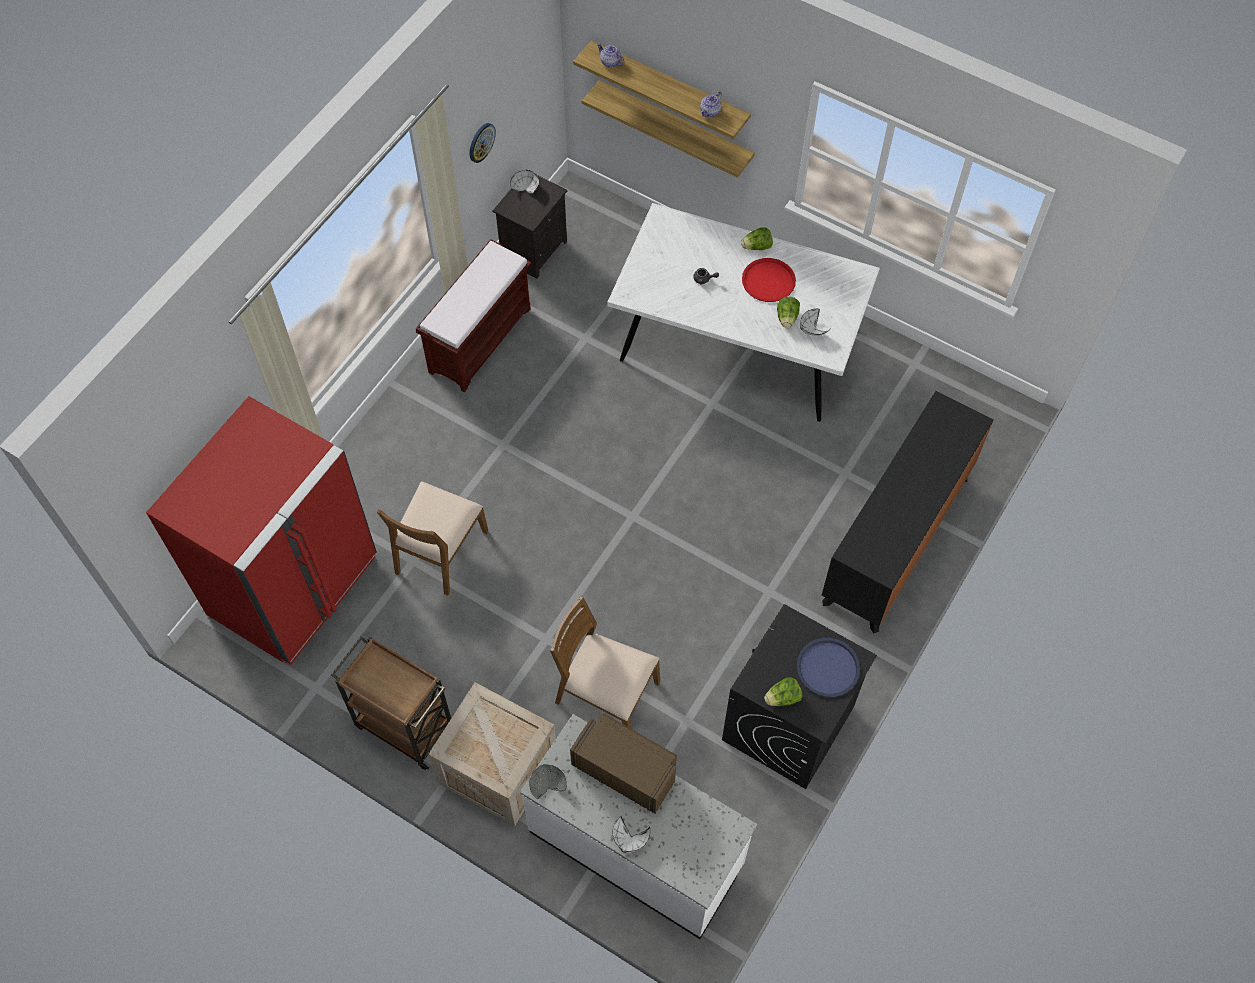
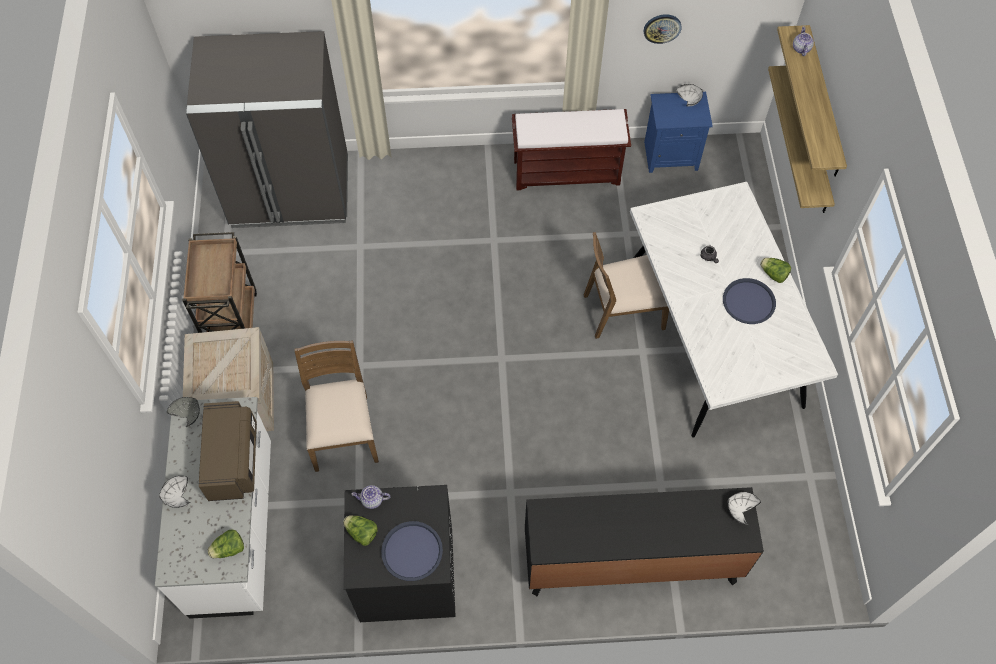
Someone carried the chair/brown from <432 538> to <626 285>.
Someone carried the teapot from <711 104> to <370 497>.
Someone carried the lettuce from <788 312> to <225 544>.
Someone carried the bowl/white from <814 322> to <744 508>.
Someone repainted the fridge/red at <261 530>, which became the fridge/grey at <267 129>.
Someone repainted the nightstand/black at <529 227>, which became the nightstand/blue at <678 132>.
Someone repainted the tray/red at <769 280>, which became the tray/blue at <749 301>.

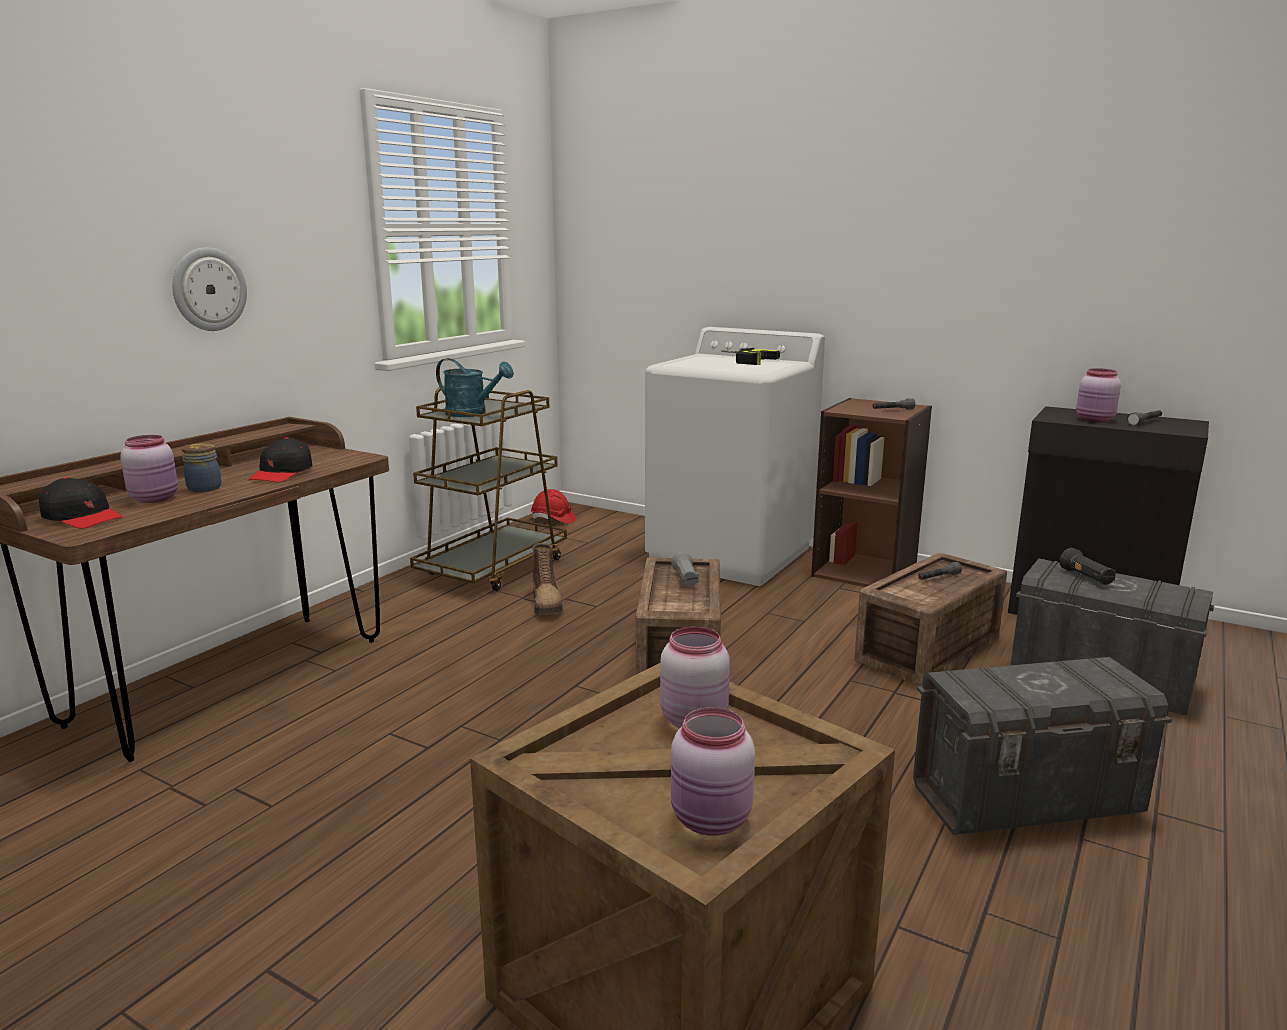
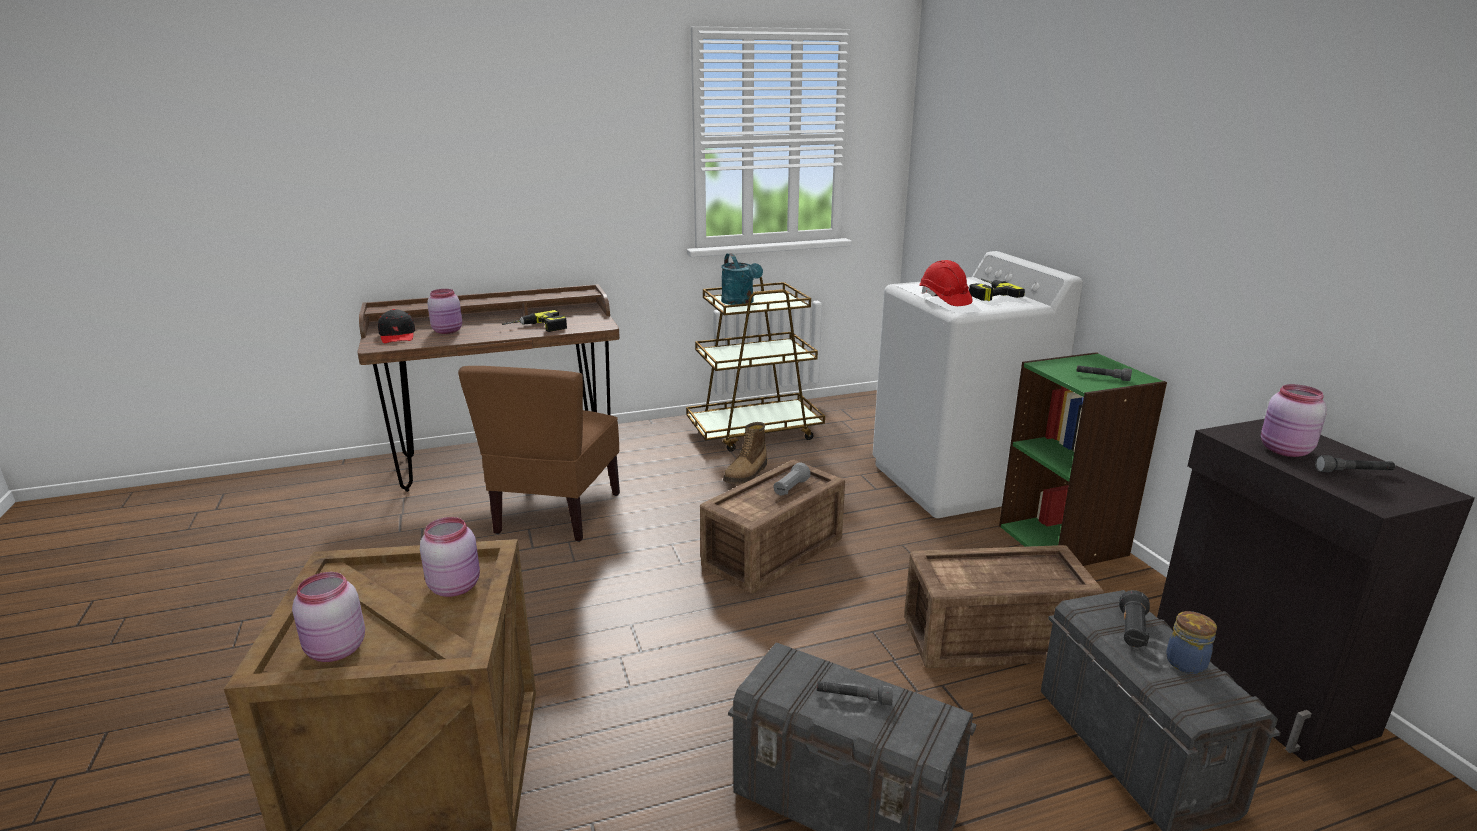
Someone took away the wall clock at <209 289>.
Someone put down the chair/brown at <539 454>.
Someone carried the jar from <201 467> to <1191 642>.
Someone carried the hard hat/red from <553 506> to <946 283>.
Someone carried the flashlight/grey from <940 571> to <855 693>.
Someone swapped the cap/black at <281 459> for the power drill at <534 321>.
Someone repainted the bookcase/brown at <871 492>, which became the bookcase/green at <1083 459>.

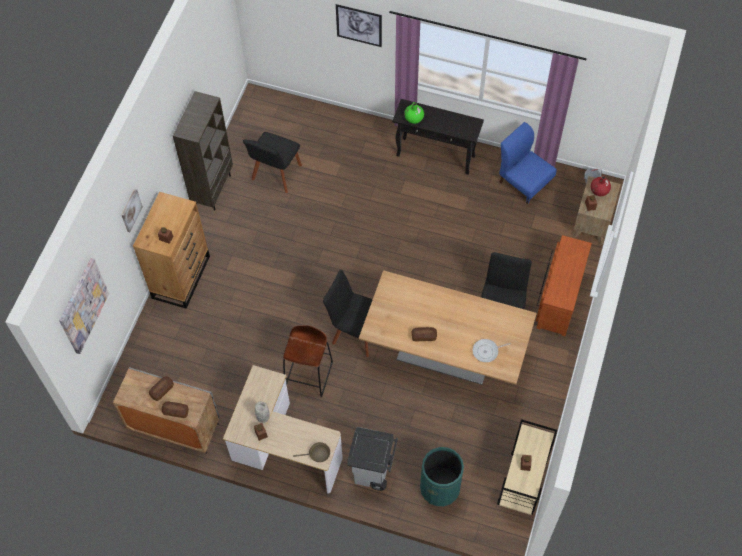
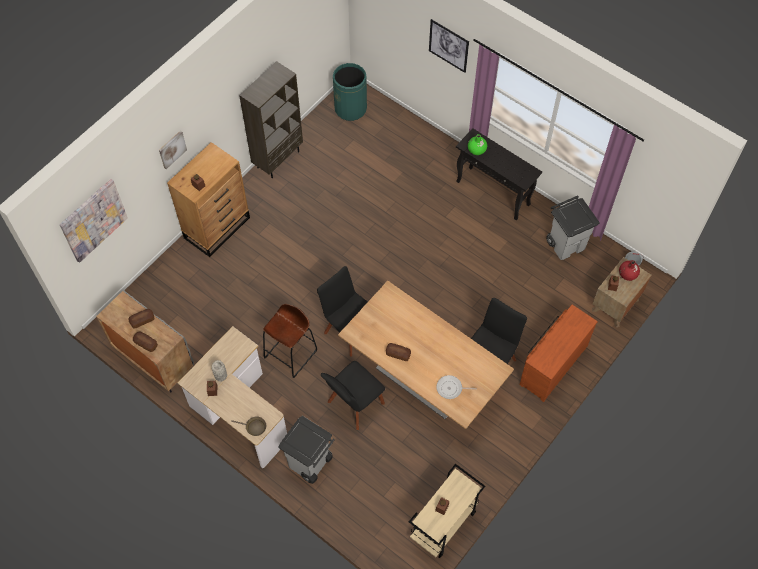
Someone carried the chair/black from <272 162> to <353 395>.
Someone carried the trash can/green from <442 476> to <350 92>.
Someone swapped the chair/blue at <528 163> for the trash can/grey at <573 228>.

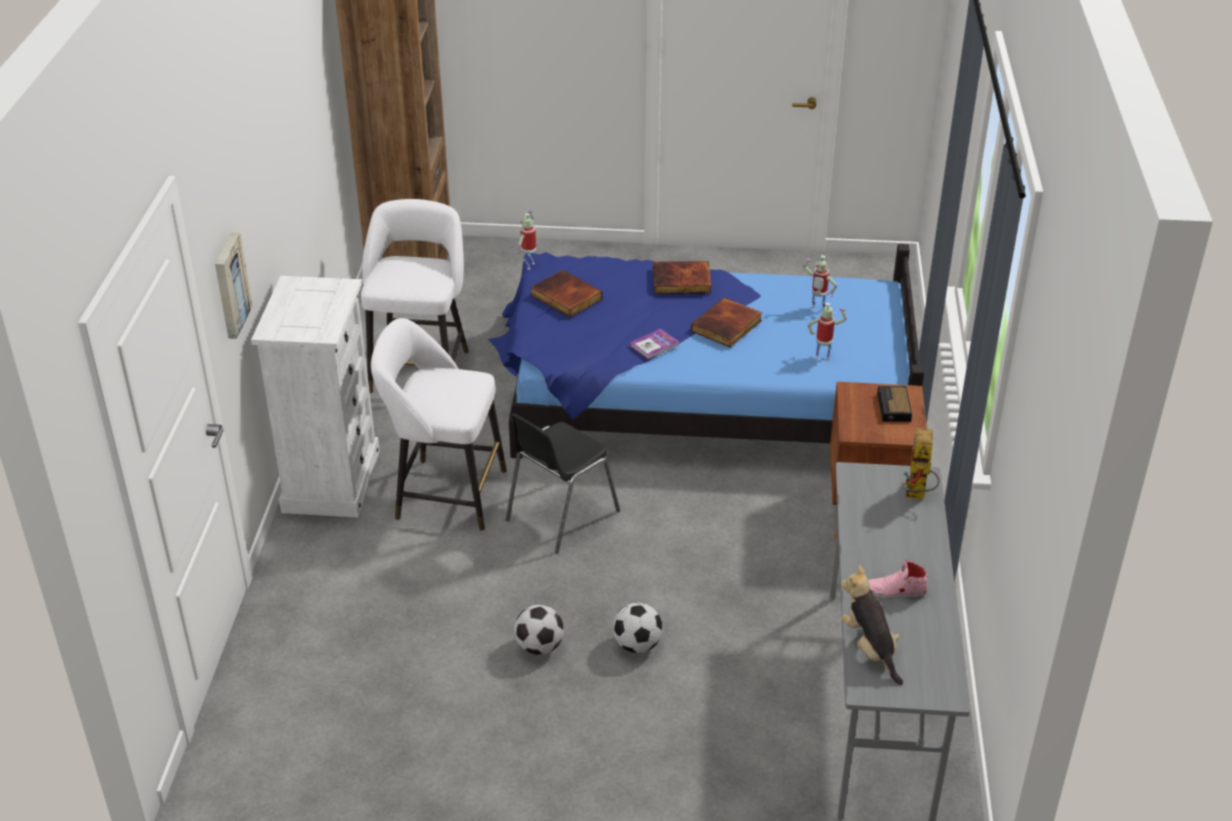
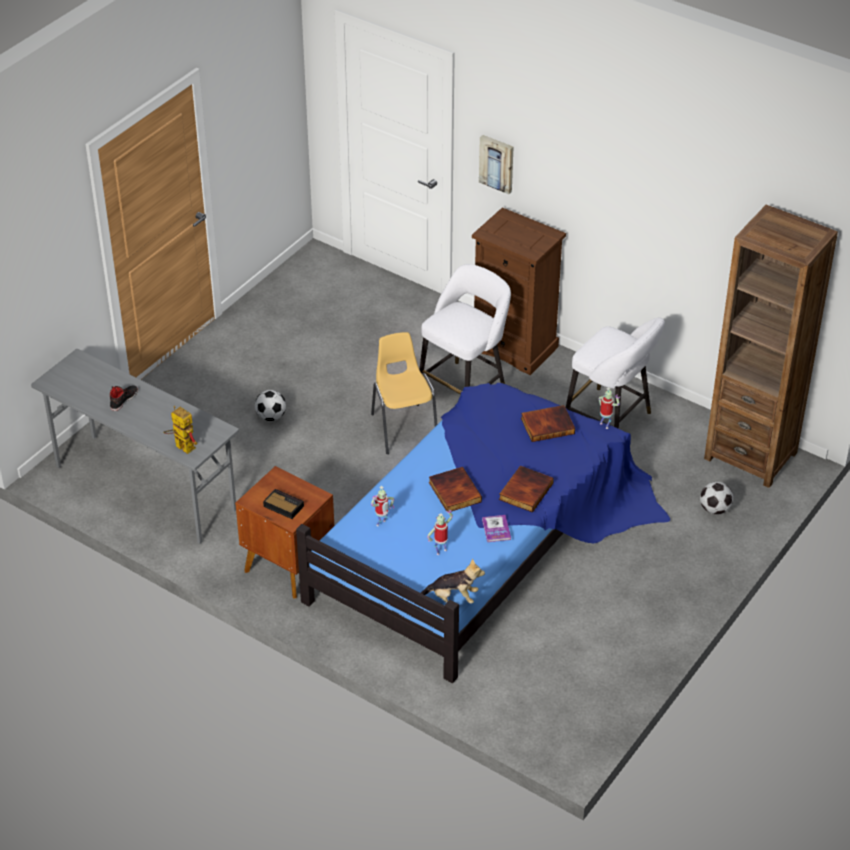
Someone carried the football from <539 630> to <716 498>.
Someone carried the book from <654 344> to <496 528>.
Someone carried the plush toy from <872 625> to <453 580>.
Someone repainted the dresser/white at <315 396>, which became the dresser/brown at <519 291>.
Someone repainted the chair/black at <563 483>, which became the chair/yellow at <404 393>.
Someone repainted the shoe/pink at <898 579>, which became the shoe/black at <124 398>.

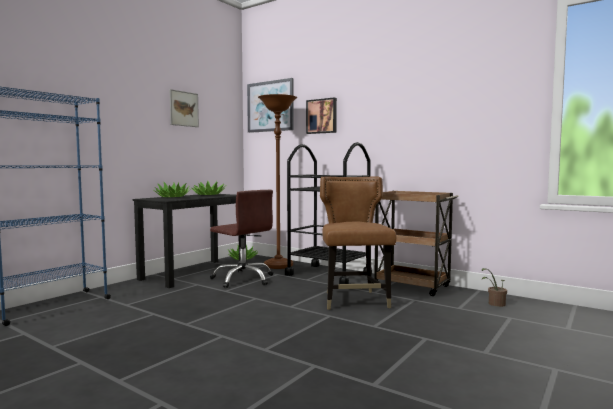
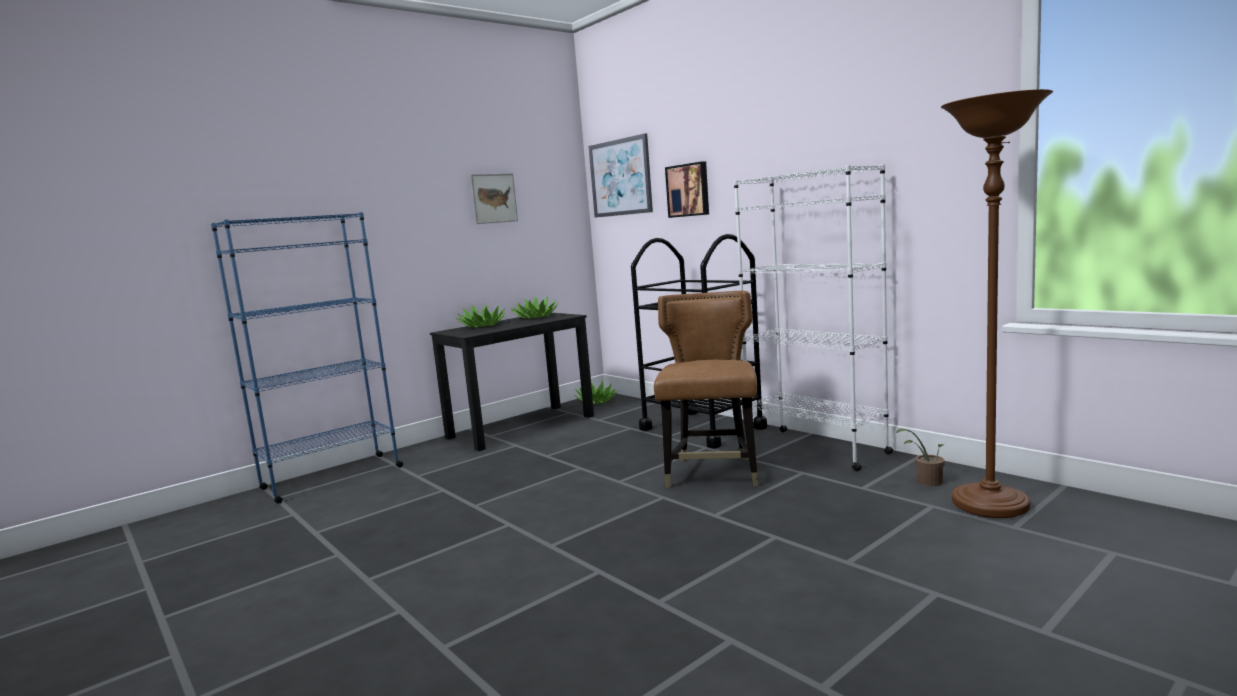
Someone took away the office chair/brown at <241 239>.
Someone carried the floor lamp/brown from <277 181> to <997 303>.
Someone swapped the cart/brown at <415 243> for the bookcase/white at <813 317>.

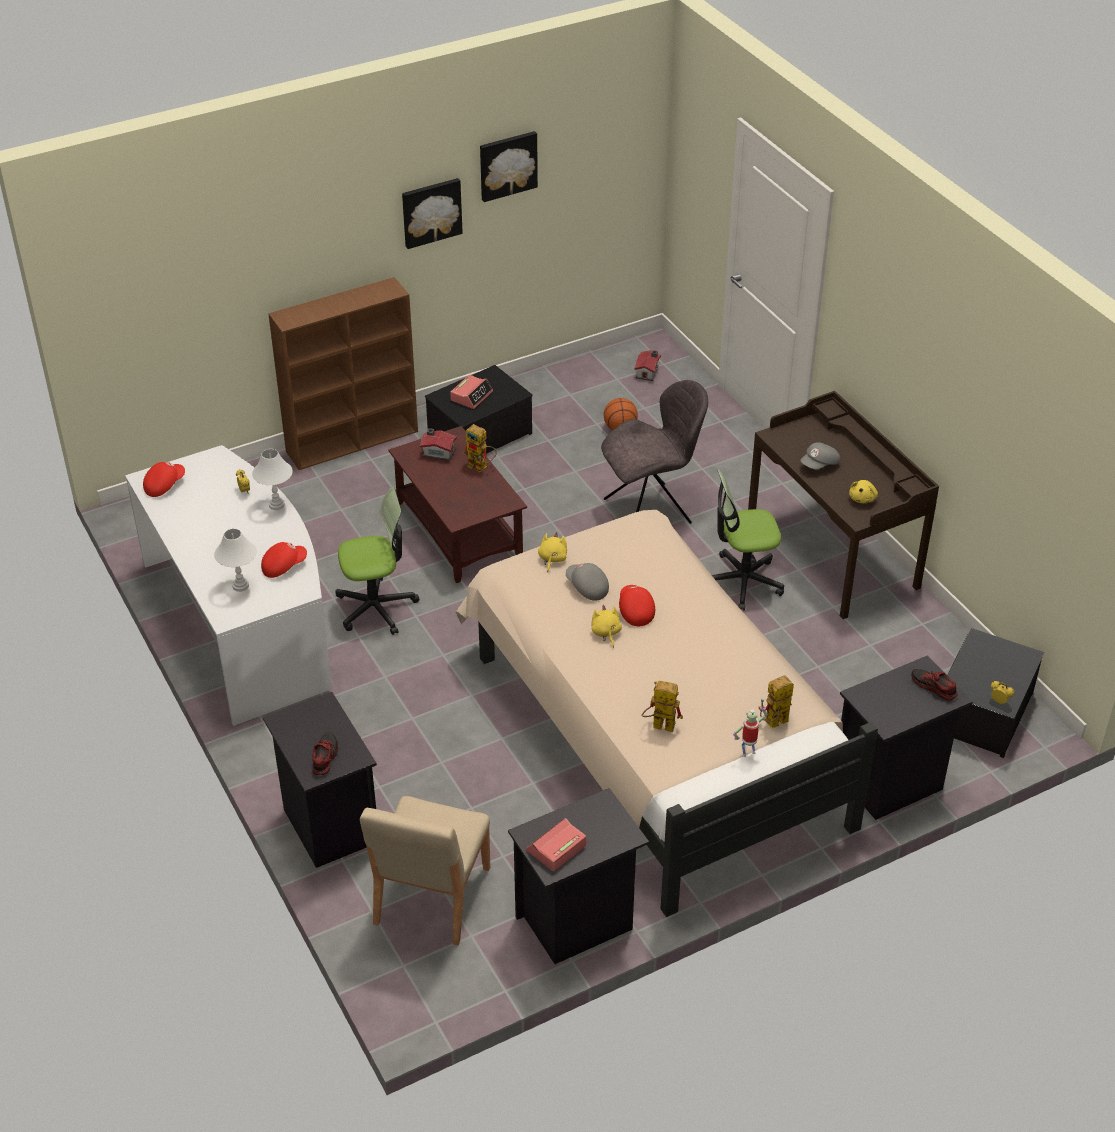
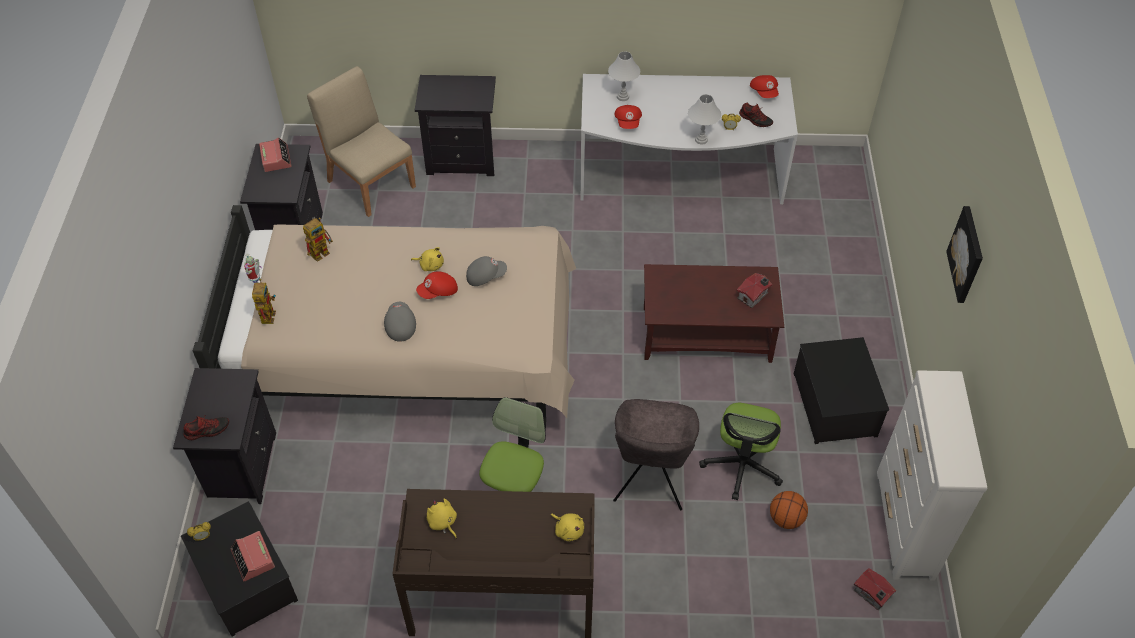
Someone took away the bookcase/brown at <343 373>.
Someone took away the toy robot at <480 448>.
Someone took away the picture at <509 166>.
Someone put down the dresser/white at <932 475>.
Someone carried the shoe from <325 753> to <756 115>.
Someone carried the office chair from <377 561> to <741 451>.
Someone carried the alarm clock from <472 392> to <253 556>.
Someone carried the plush toy/yellow from <552 552> to <567 527>.
Someone carried the cap/grey from <820 455> to <400 322>.
Someone rotated the cap/red at <637 605> by 135 degrees clockwise.

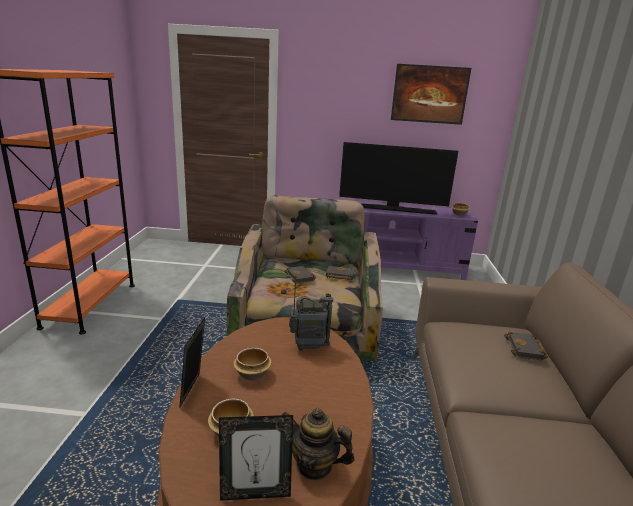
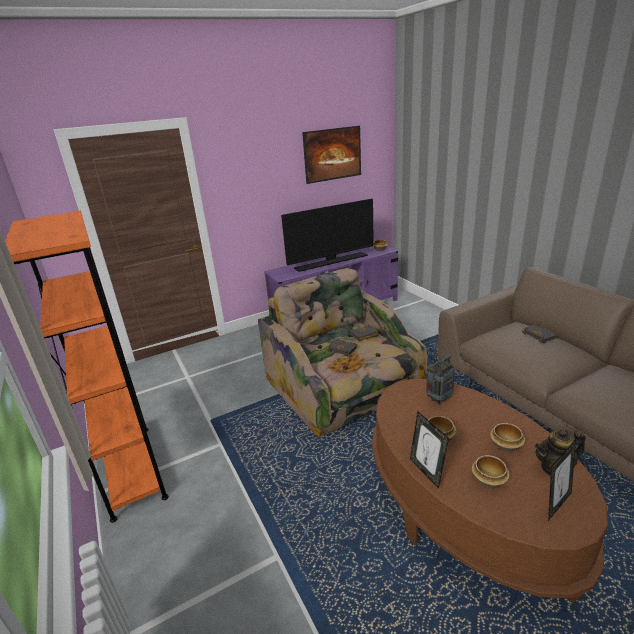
Someone put down the bowl at <507 437>.

